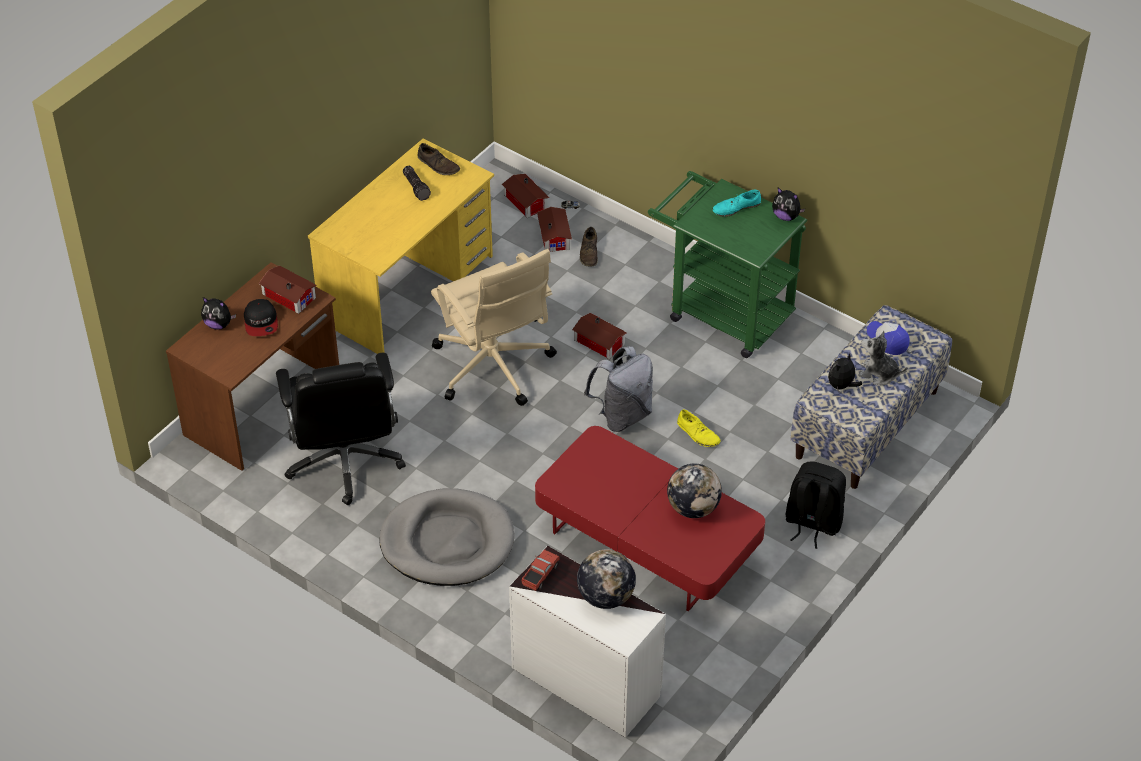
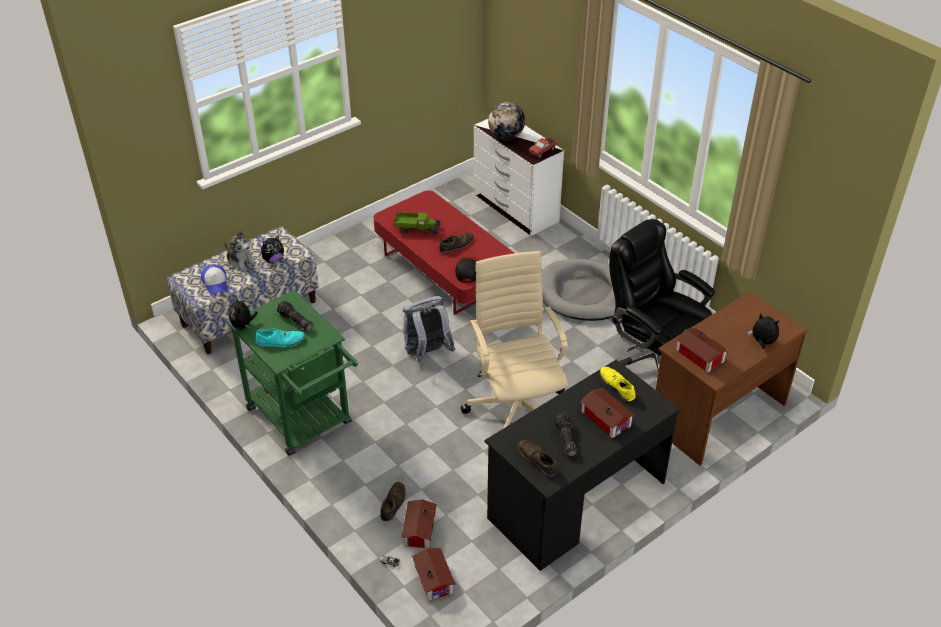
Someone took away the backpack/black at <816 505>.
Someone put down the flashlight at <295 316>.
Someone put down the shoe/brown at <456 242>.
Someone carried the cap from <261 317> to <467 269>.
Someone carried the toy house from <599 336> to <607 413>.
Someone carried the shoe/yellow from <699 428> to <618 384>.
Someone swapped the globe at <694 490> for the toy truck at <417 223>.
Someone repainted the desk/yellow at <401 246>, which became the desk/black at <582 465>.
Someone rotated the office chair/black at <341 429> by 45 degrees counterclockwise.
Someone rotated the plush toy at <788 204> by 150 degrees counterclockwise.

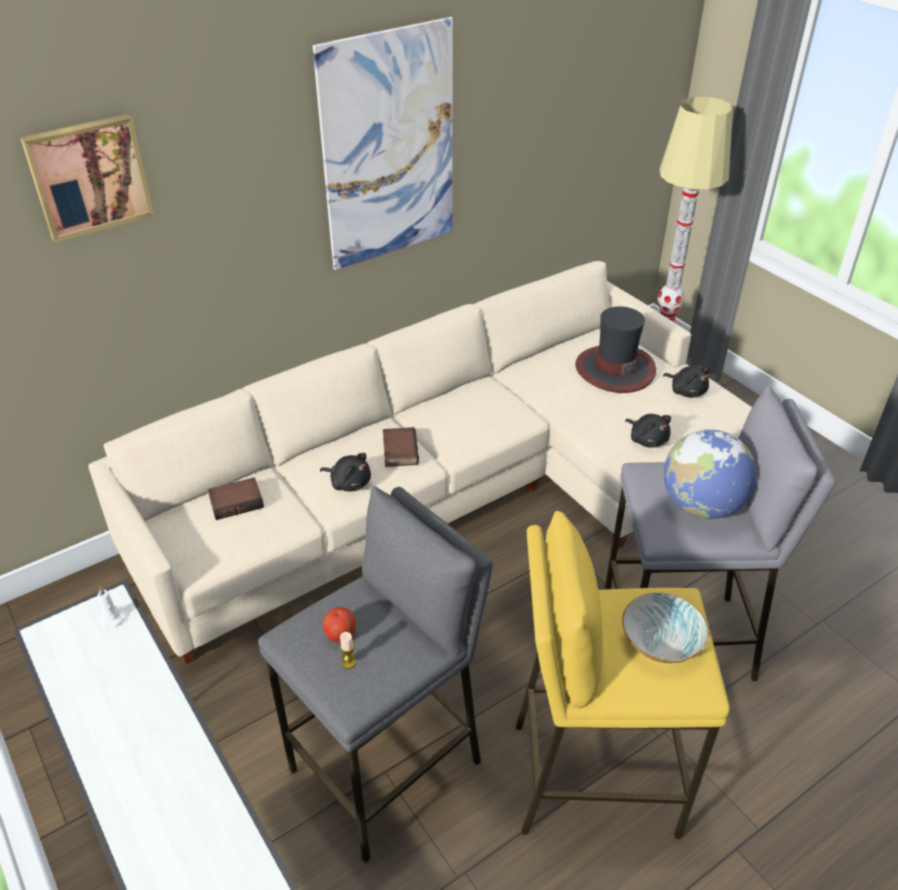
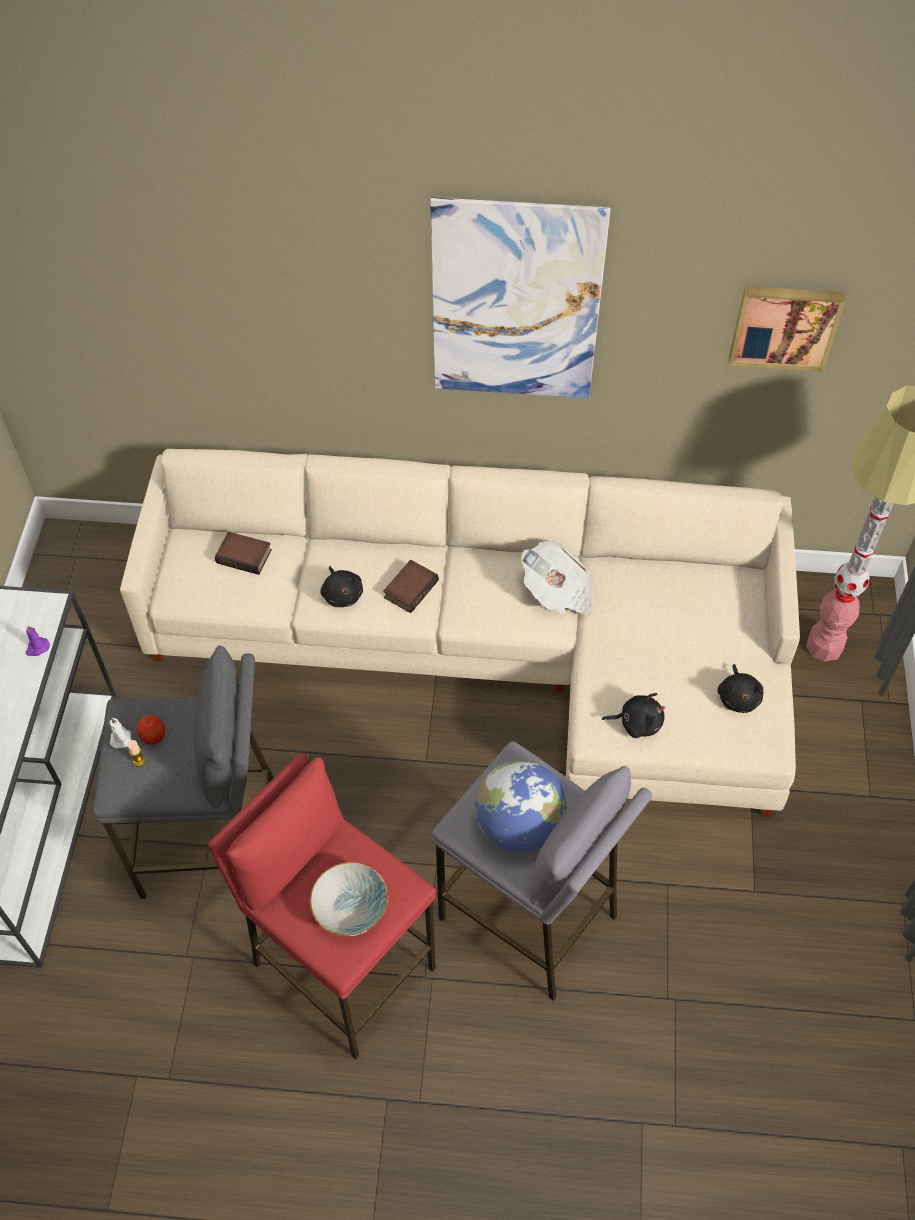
Someone took away the hat at <615 350>.
Someone put down the candle/purple at <38 640>.
Someone put down the newspaper at <556 578>.
Someone carried the picture from <87 178> to <787 329>.
Someone carried the candle/white from <112 607> to <120 733>.
Someone repainted the stool/yellow at <623 675>, which became the stool/red at <322 906>.
Someone rotated the plush toy/black at <648 431> by 90 degrees counterclockwise.

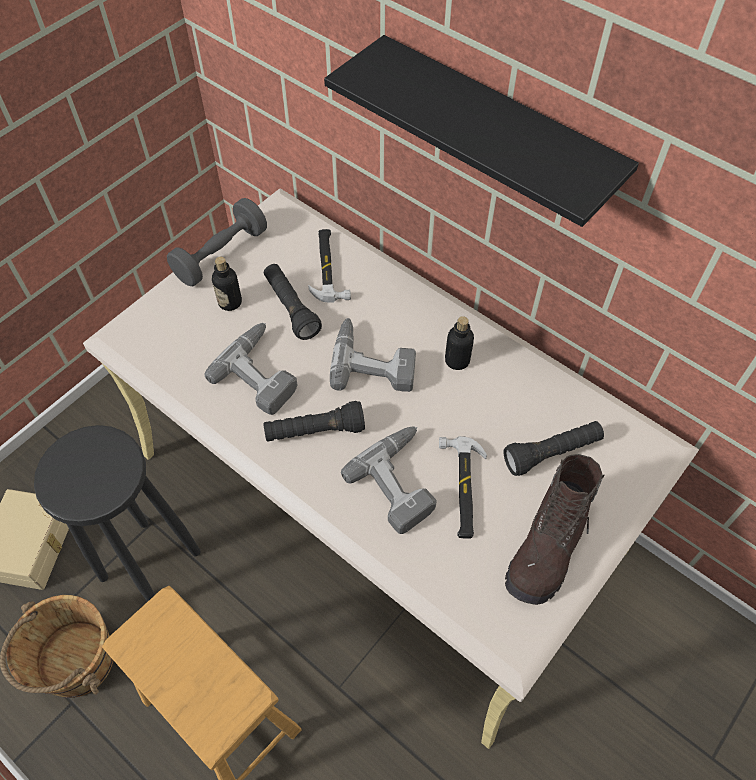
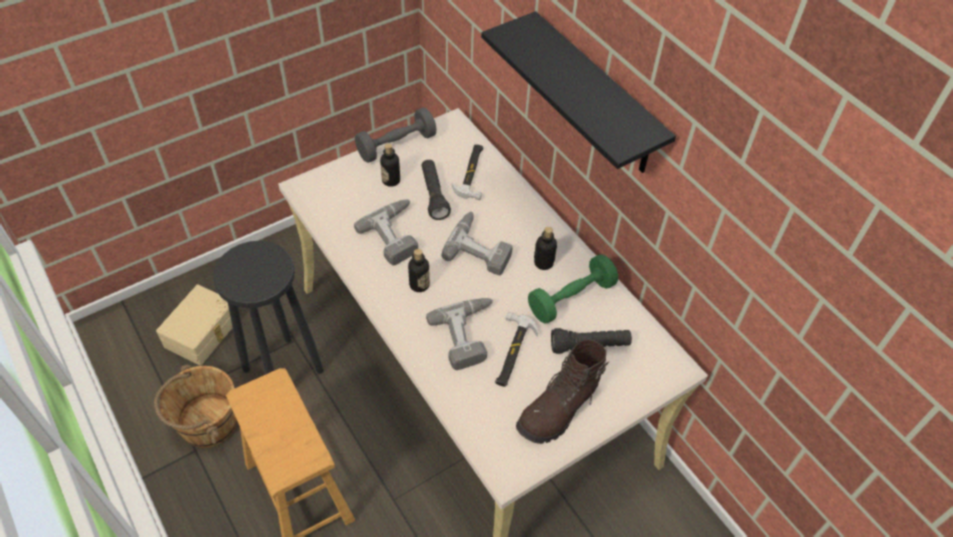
Someone put down the dumbbell/green at <573 289>.
Someone swapped the flashlight/black at <314 421> for the bottle at <419 270>.

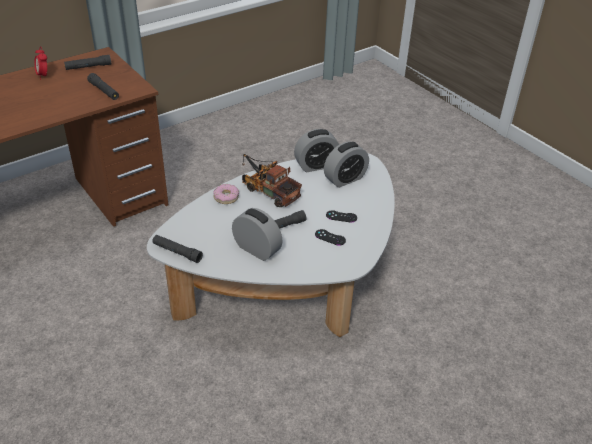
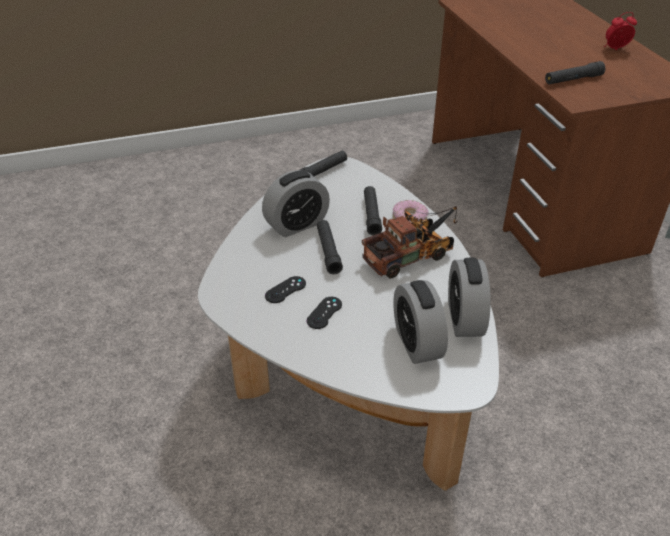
Someone carried the flashlight/black from <87 62> to <373 211>.

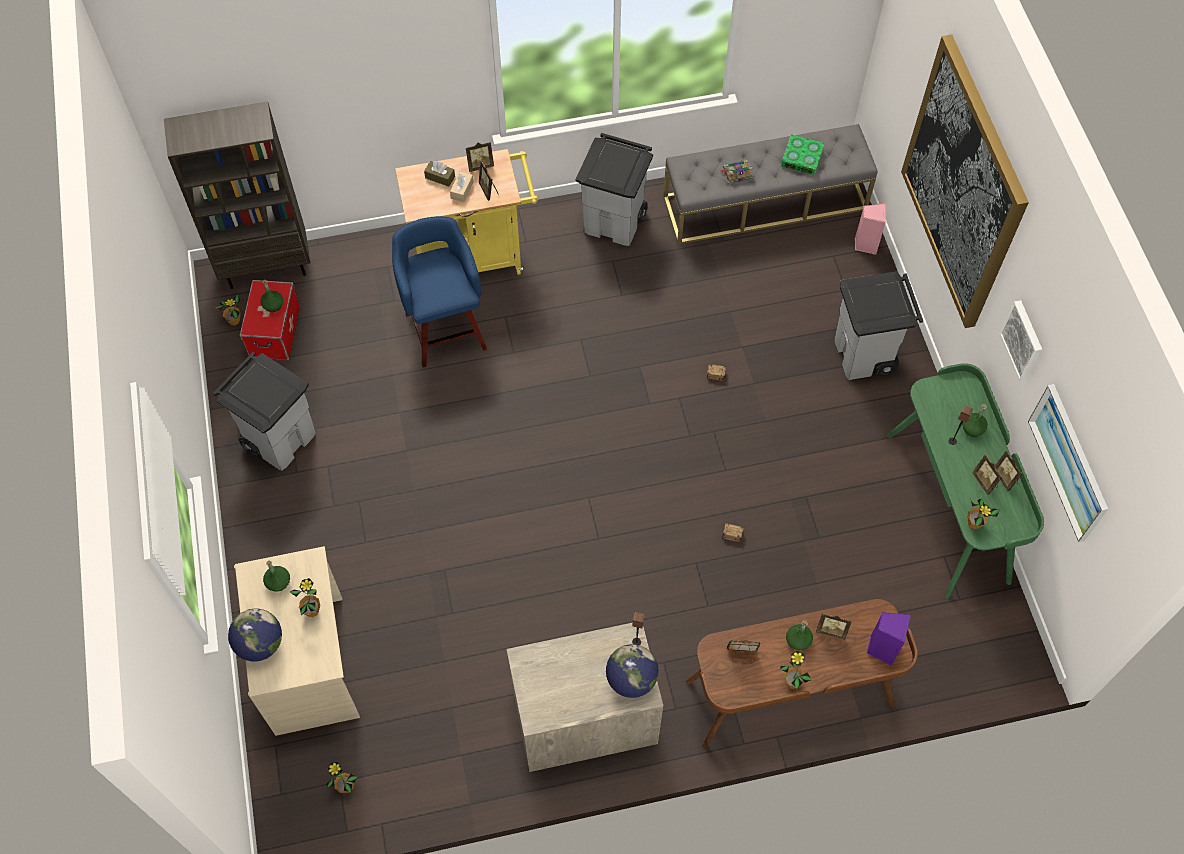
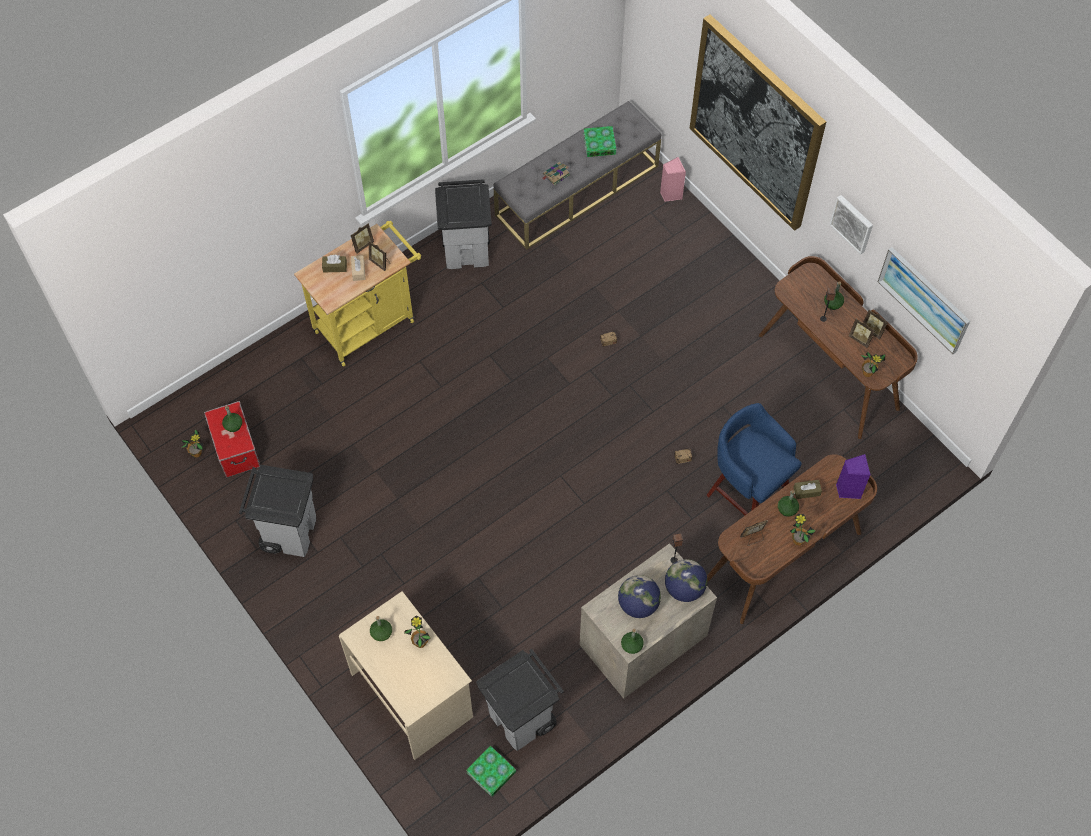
Someone took away the bookcase/brown at <237 195>.
Someone put down the bottle/green at <632 641>.
Someone carried the globe from <255 635> to <639 596>.
Someone carried the stool/blue from <439 292> to <754 459>.
Someone carried the trash can/grey from <879 325> to <520 700>.
Someone swapped the potted plant at <341 777> for the book at <491 771>.
Someone swapped the picture frame at <834 626> for the tissue box/brown at <807 489>.
Someone repainted the desk/green at <965 480>, which became the desk/brown at <838 347>.

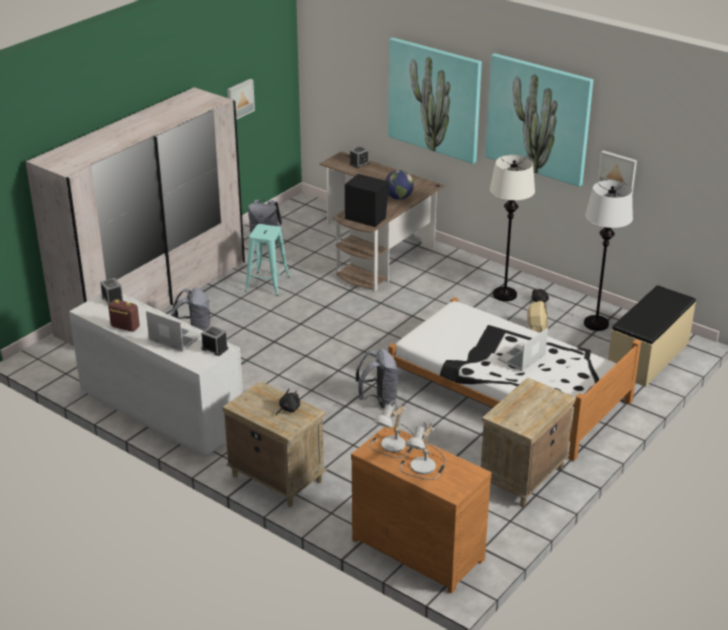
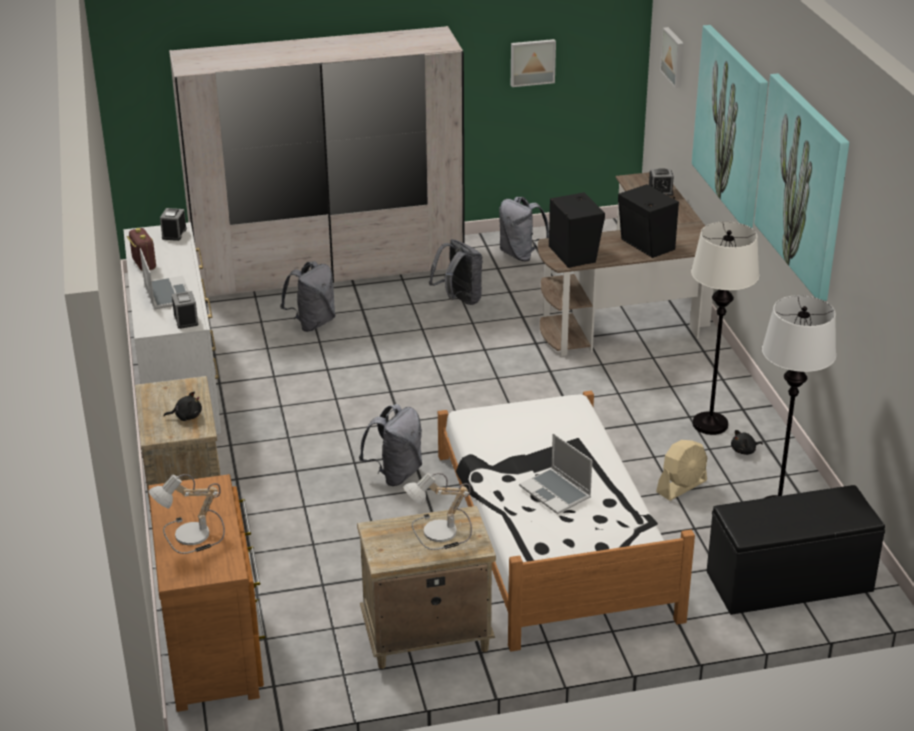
Someone carried the table lamp from <392 429> to <437 511>.
Someone carried the picture from <617 172> to <672 57>.
Someone swapped the stool/turquoise at <267 260> for the backpack/grey at <456 272>.
Someone swapped the globe at <399 185> for the speaker/black at <648 221>.
Someone repainted the bench/beige at <652 336>, which became the bench/black at <795 550>.
Someone rotated the laptop at <523 349> by 120 degrees counterclockwise.

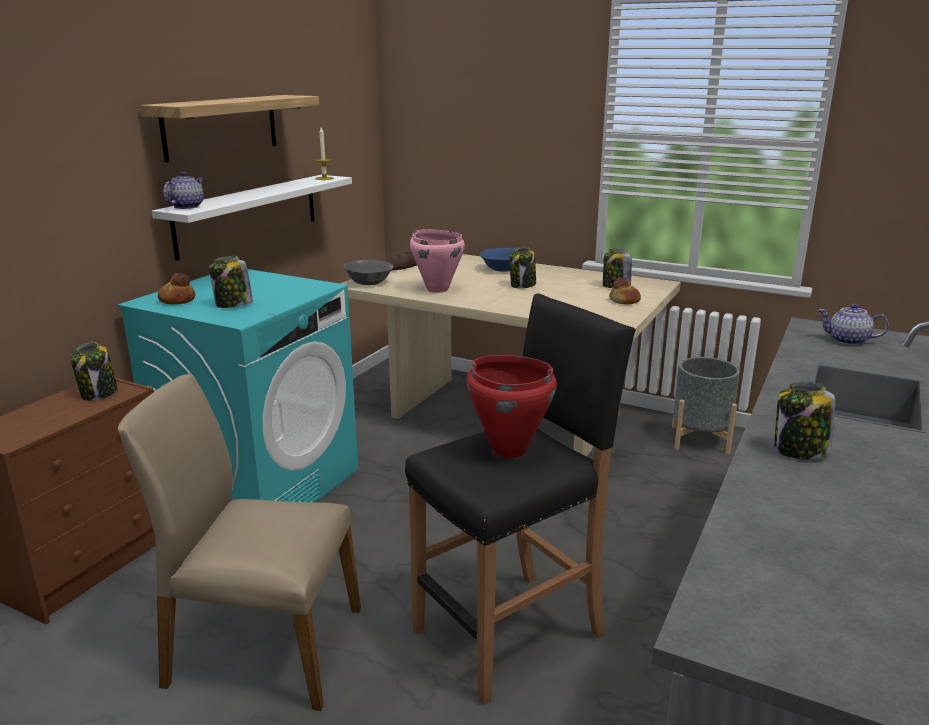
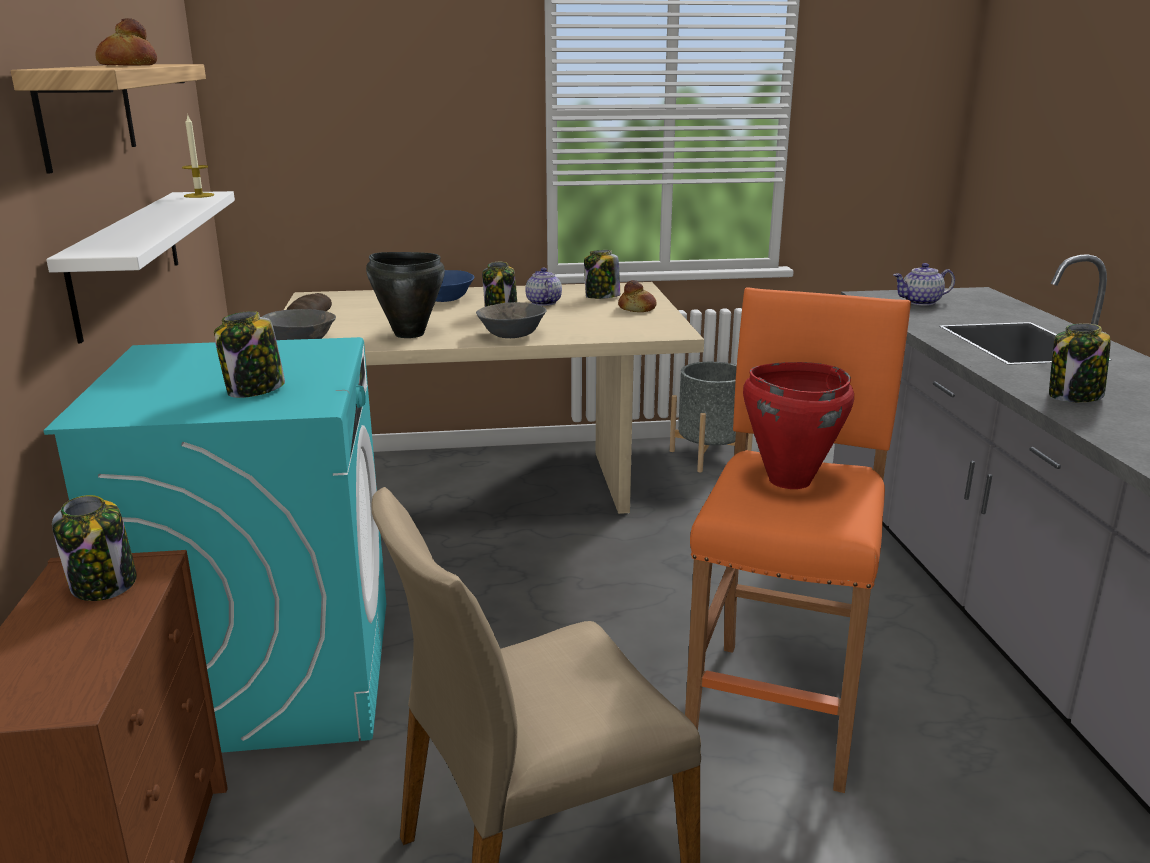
Someone put down the bowl/grey at <511 320>.
Someone carried the bread from <176 289> to <126 42>.
Someone carried the teapot from <183 190> to <543 287>.
Someone repainted the stool/black at <520 499>, which became the stool/orange at <798 540>.
Someone repainted the cooking pot/pink at <437 261>, which became the cooking pot/black at <405 295>.

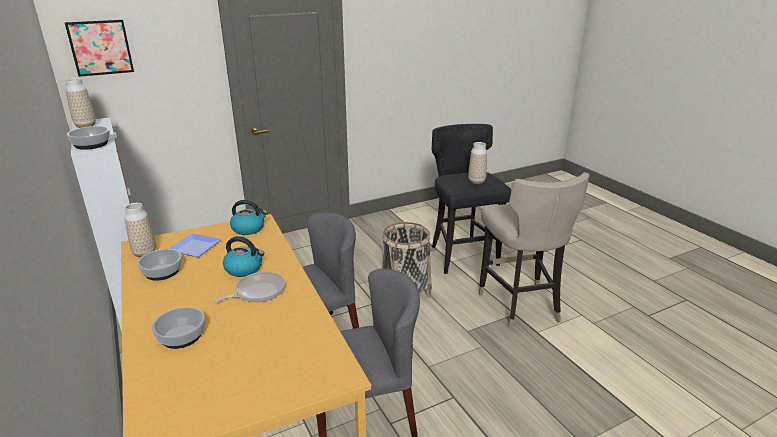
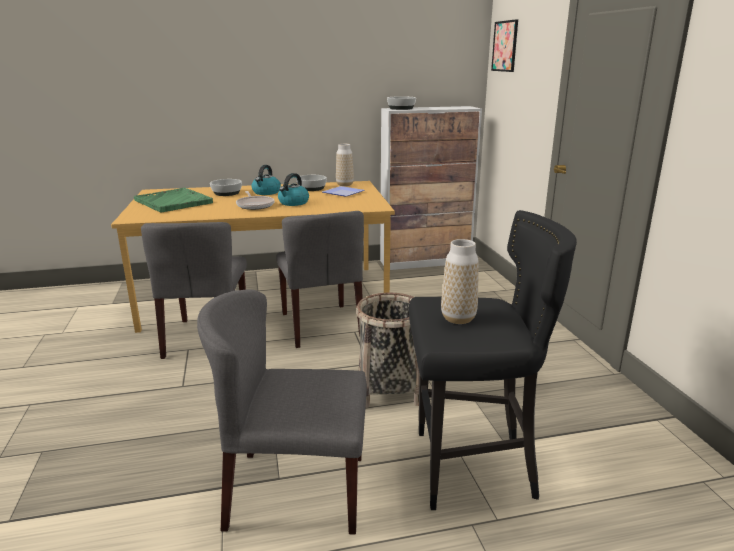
Someone took away the vase at <80 103>.
Someone put down the tray/green at <173 200>.
Someone carried the kettle from <249 217> to <266 180>.
Someone swapped the stool/beige at <533 251> for the chair/grey at <282 412>.

